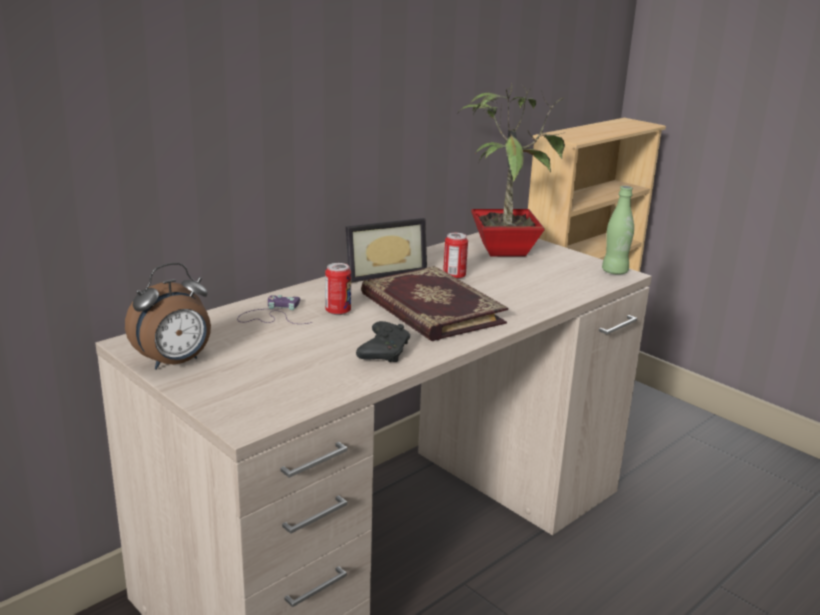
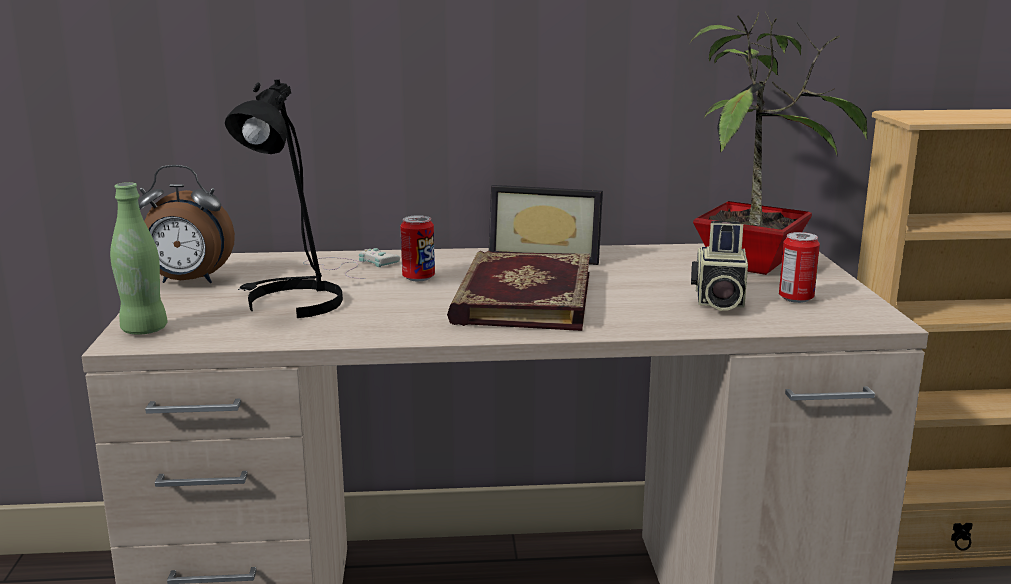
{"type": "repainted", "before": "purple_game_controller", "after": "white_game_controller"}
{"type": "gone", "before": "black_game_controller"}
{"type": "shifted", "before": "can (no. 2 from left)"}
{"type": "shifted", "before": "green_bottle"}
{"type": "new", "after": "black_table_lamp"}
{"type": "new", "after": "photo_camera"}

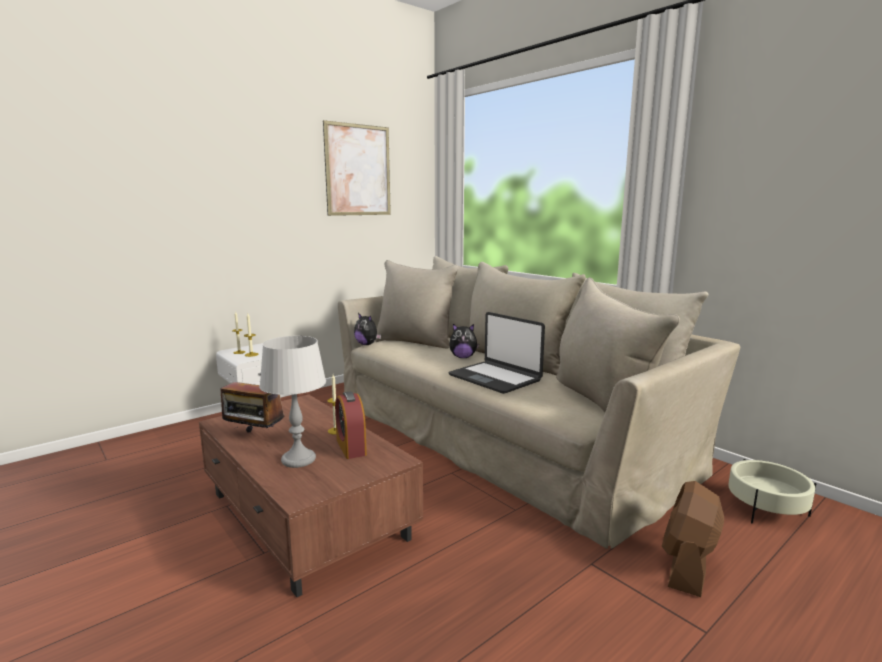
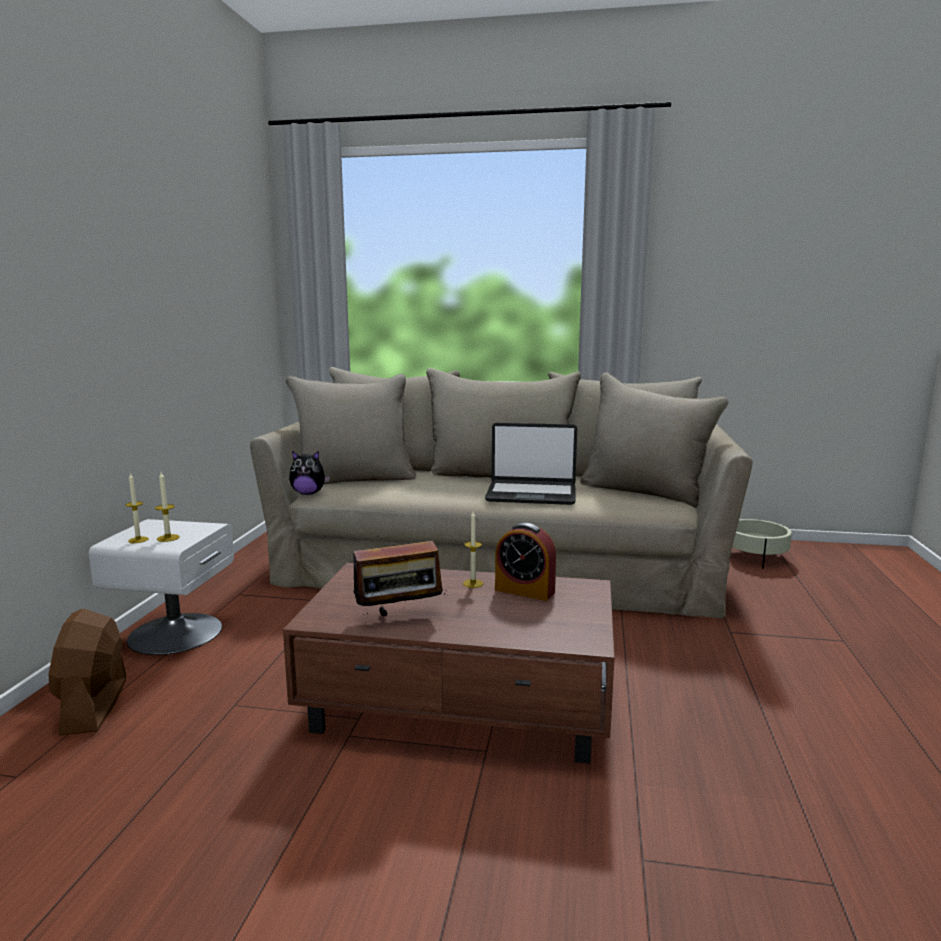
{"type": "gone", "before": "grey_table_lamp"}
{"type": "gone", "before": "picture"}
{"type": "gone", "before": "plush_toy (no. 2 from left)"}
{"type": "shifted", "before": "brown_fan"}

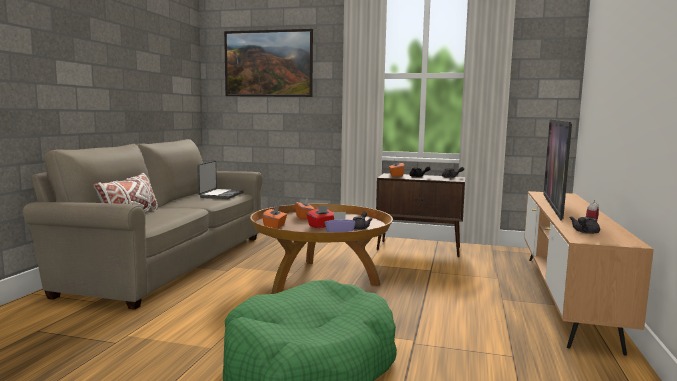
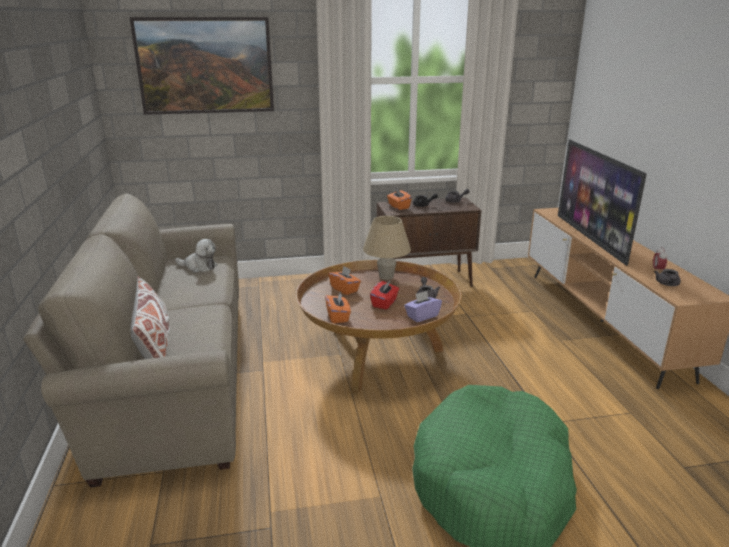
{"type": "swapped", "before": "laptop", "after": "plush_toy"}
{"type": "new", "after": "beige_table_lamp"}

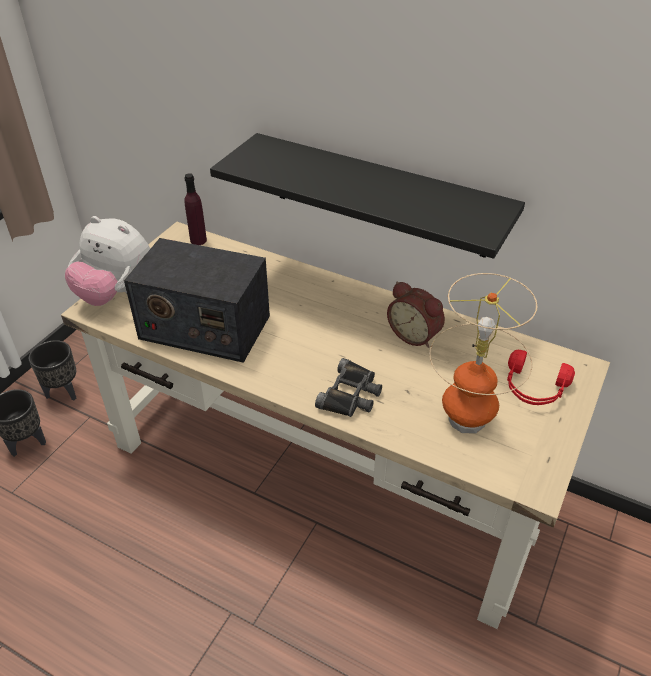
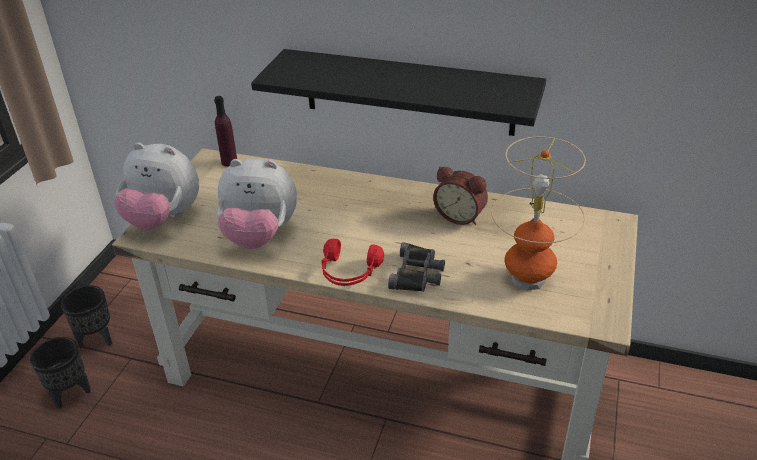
{"type": "swapped", "before": "radio", "after": "plush_toy (no. 2 from left)"}
{"type": "shifted", "before": "red_headphones"}

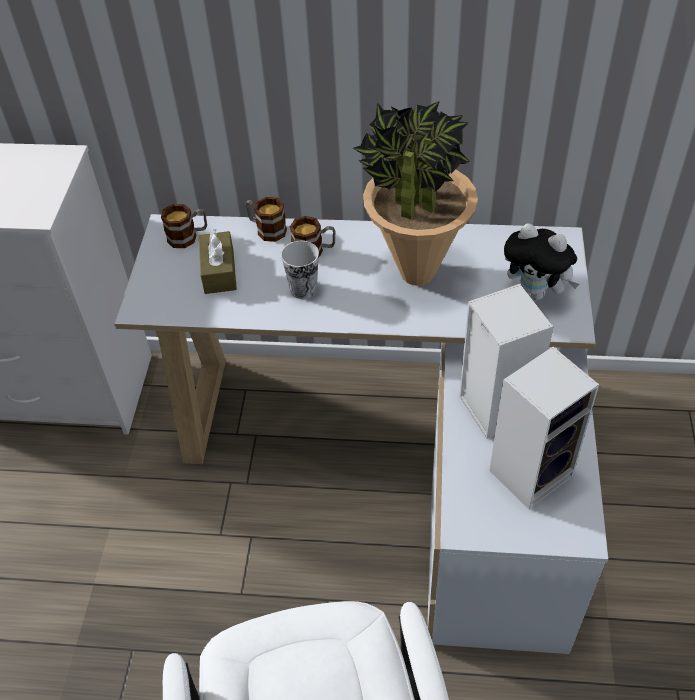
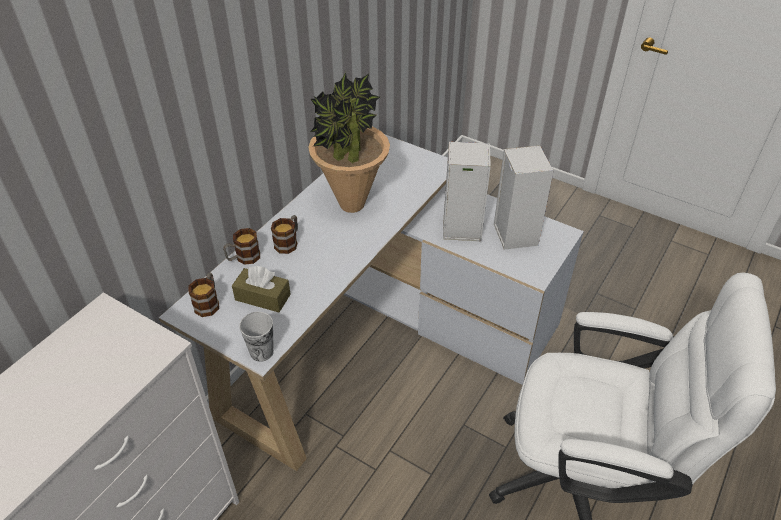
{"type": "shifted", "before": "cup"}
{"type": "gone", "before": "plush_toy"}

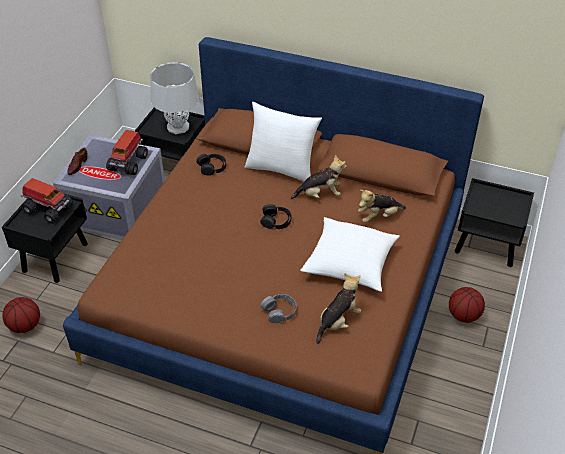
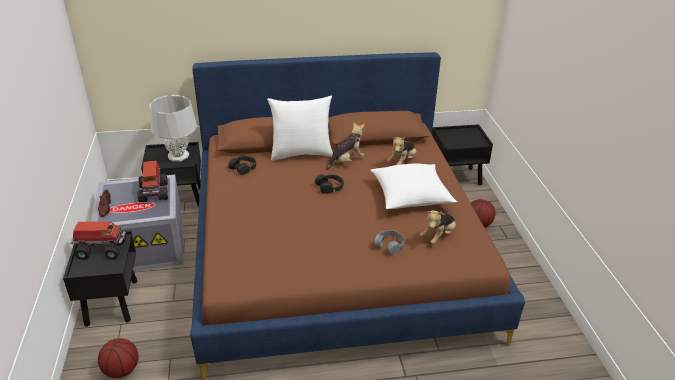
{"type": "rotated", "before": "plush_toy (no. 2 from left in the first image)", "turn": -150}

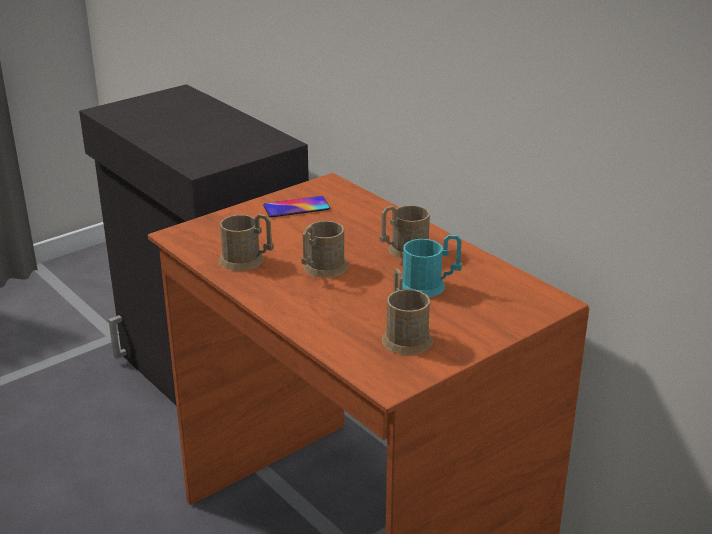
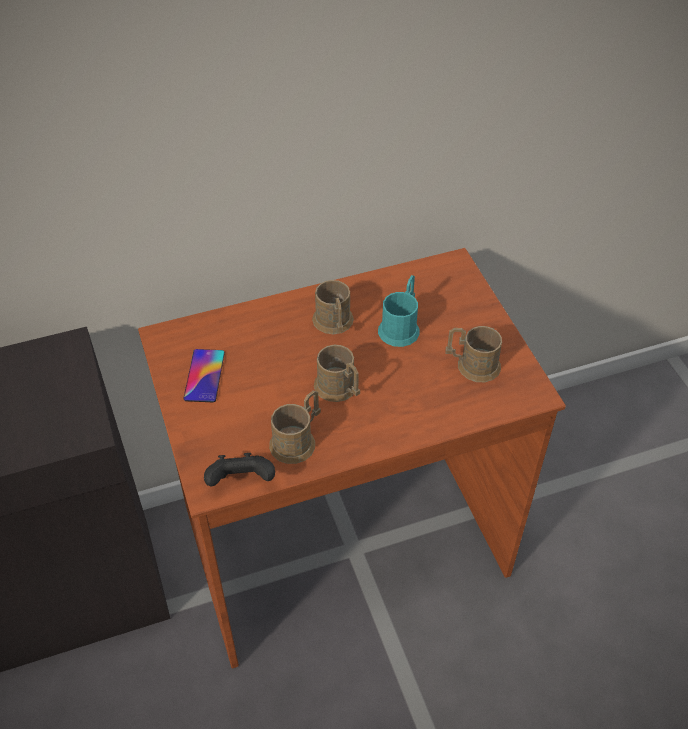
{"type": "new", "after": "black_game_controller"}

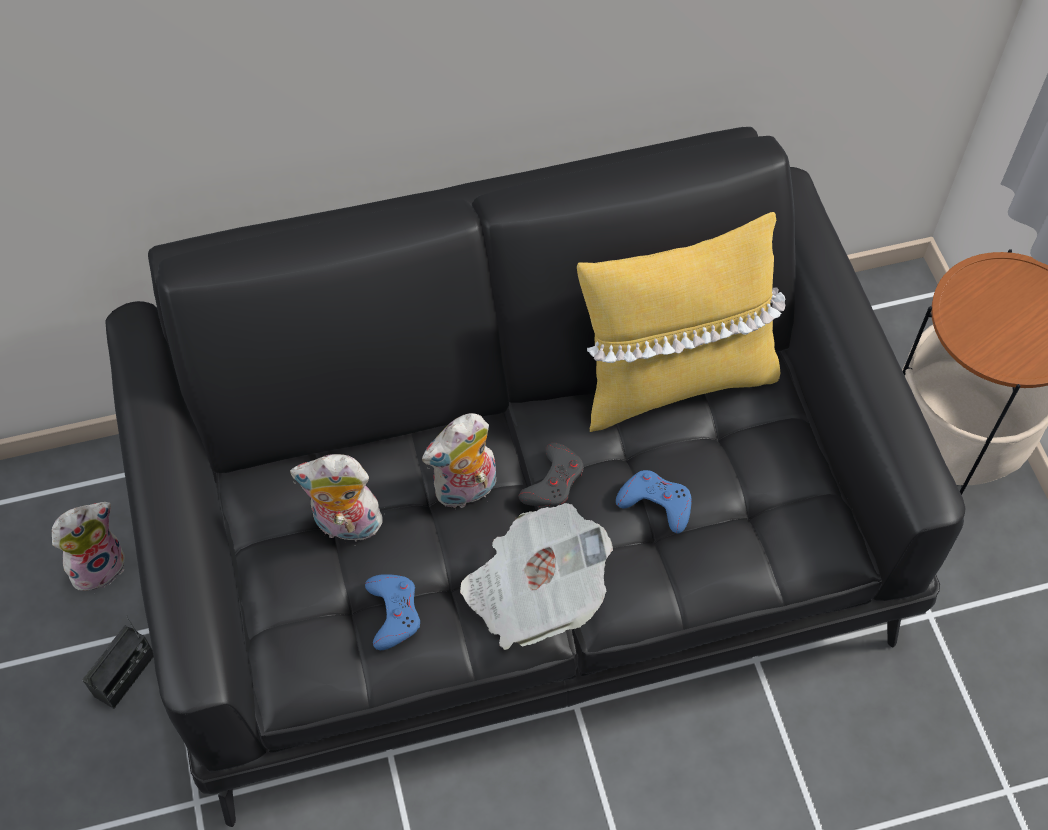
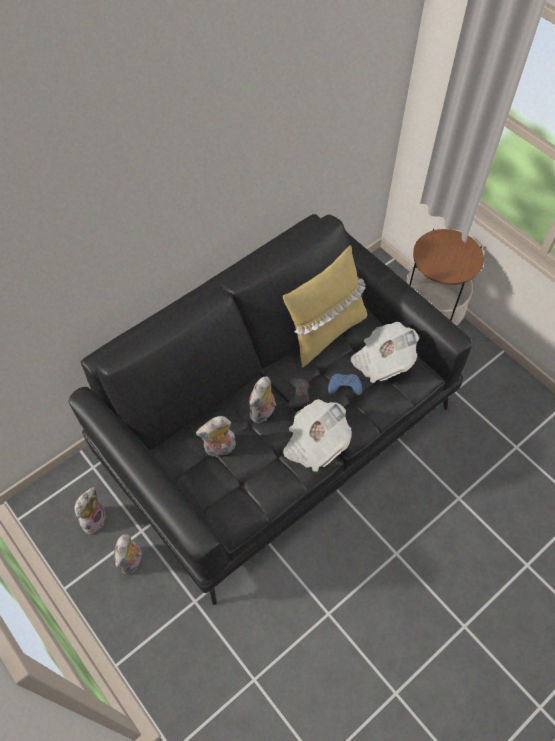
{"type": "swapped", "before": "radio", "after": "plush_toy (no. 2 from left)"}
{"type": "gone", "before": "blue_game_controller (no. 1 from left)"}
{"type": "new", "after": "newspaper (no. 2 from left)"}

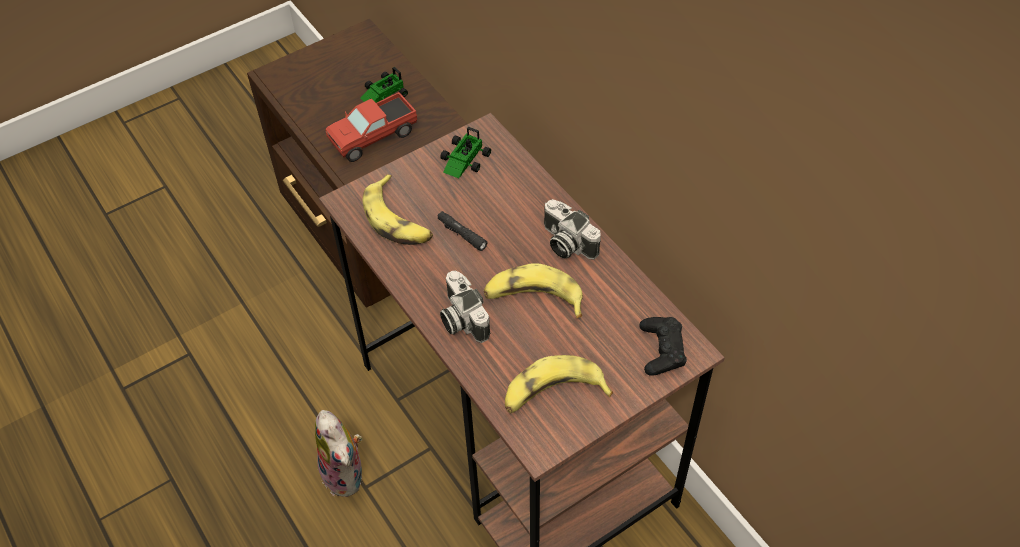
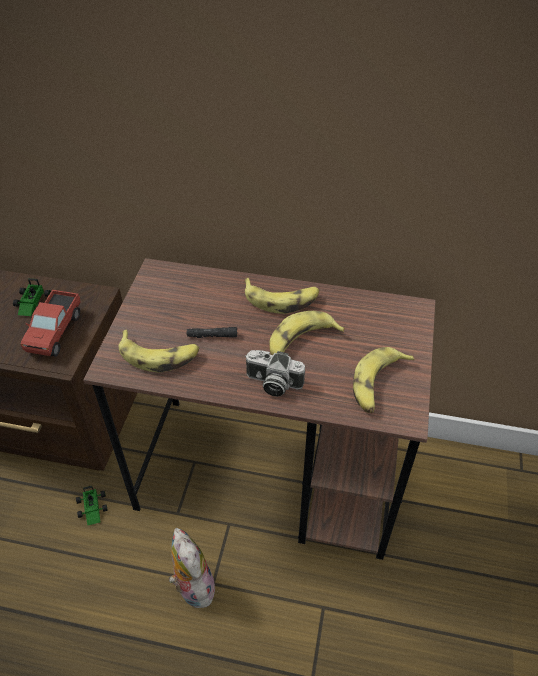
{"type": "rotated", "before": "plush_toy", "turn": -135}
{"type": "shifted", "before": "toy_car (no. 2 from left)"}
{"type": "swapped", "before": "photo_camera (no. 2 from left)", "after": "banana (no. 2 from left)"}
{"type": "gone", "before": "black_game_controller"}

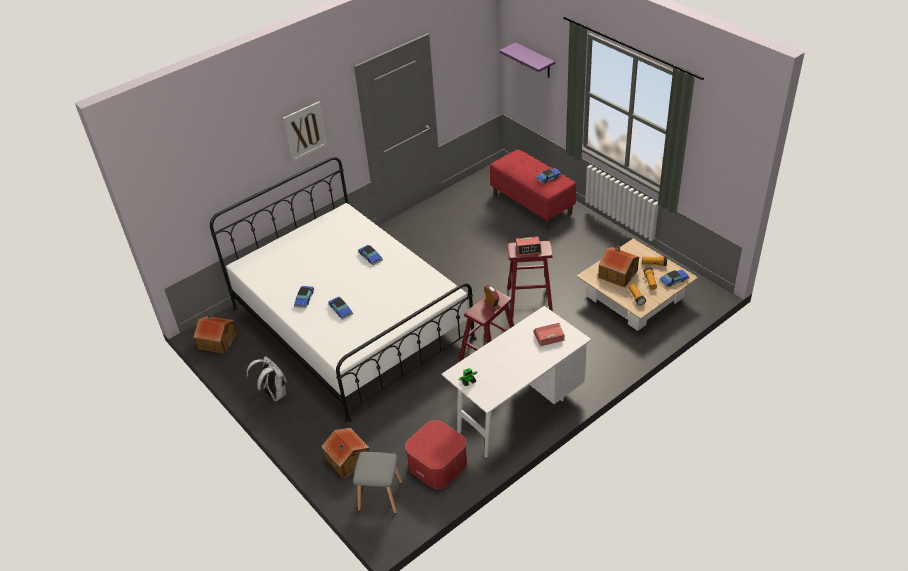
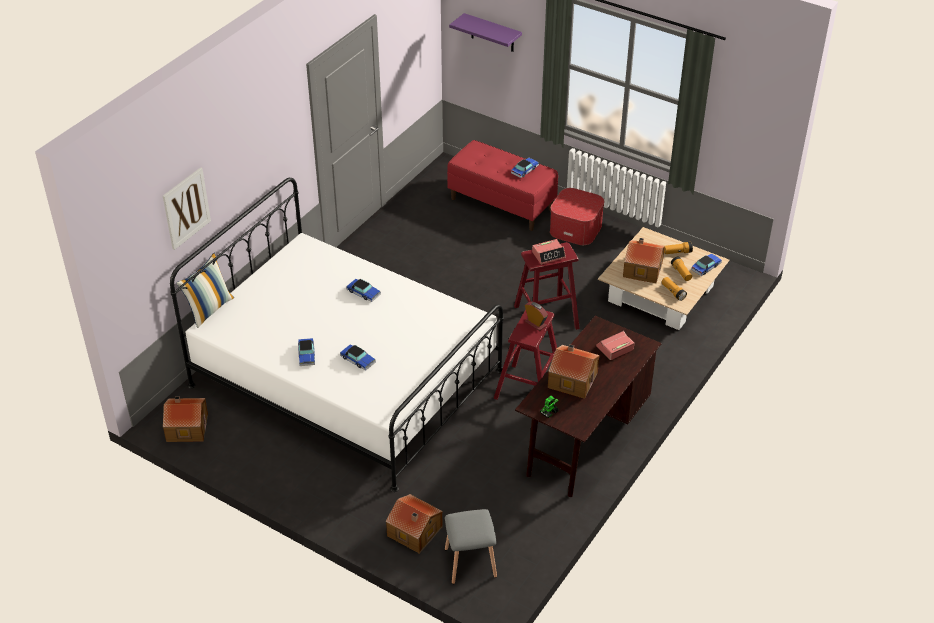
{"type": "gone", "before": "white_backpack"}
{"type": "shifted", "before": "picture"}
{"type": "shifted", "before": "ottoman"}
{"type": "repainted", "before": "white_desk", "after": "brown_desk"}
{"type": "new", "after": "pillow"}
{"type": "new", "after": "toy_house (no. 3 from left)"}

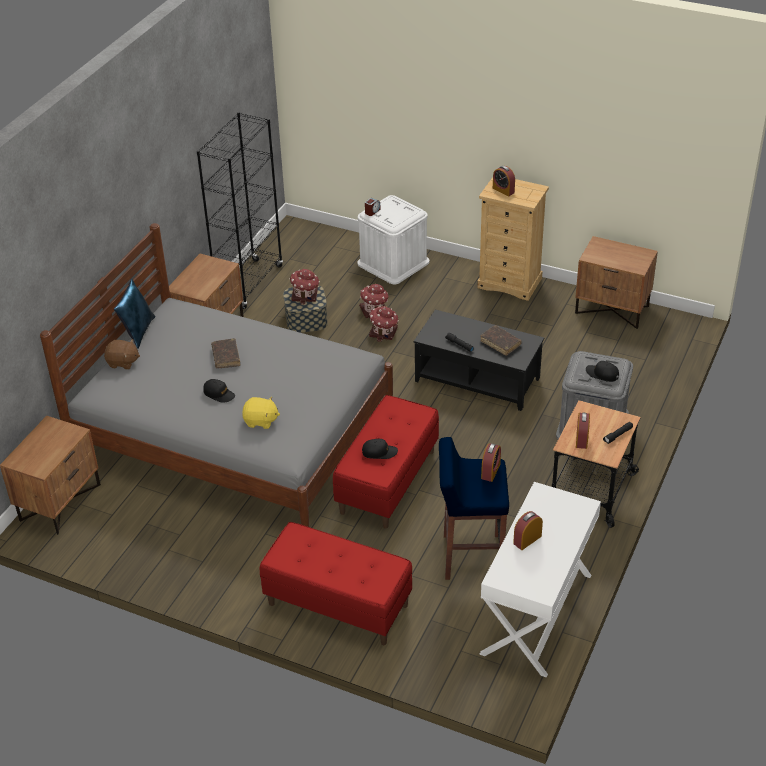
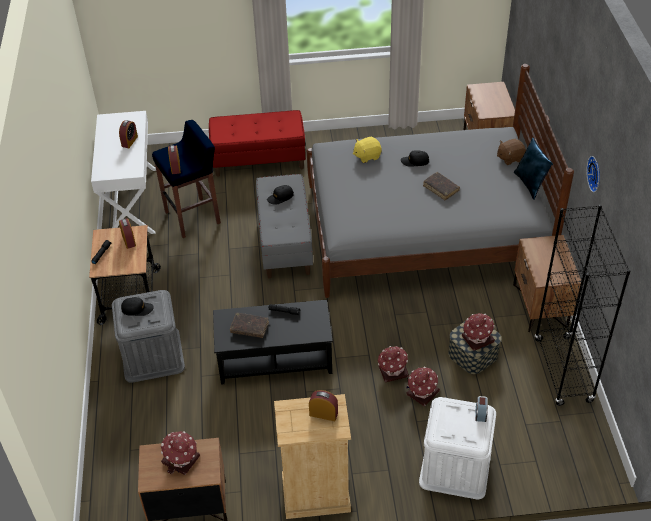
{"type": "repainted", "before": "red_bench (no. 2 from left)", "after": "grey_bench"}
{"type": "new", "after": "toy_house (no. 1 from left)"}
{"type": "new", "after": "wall_clock"}

